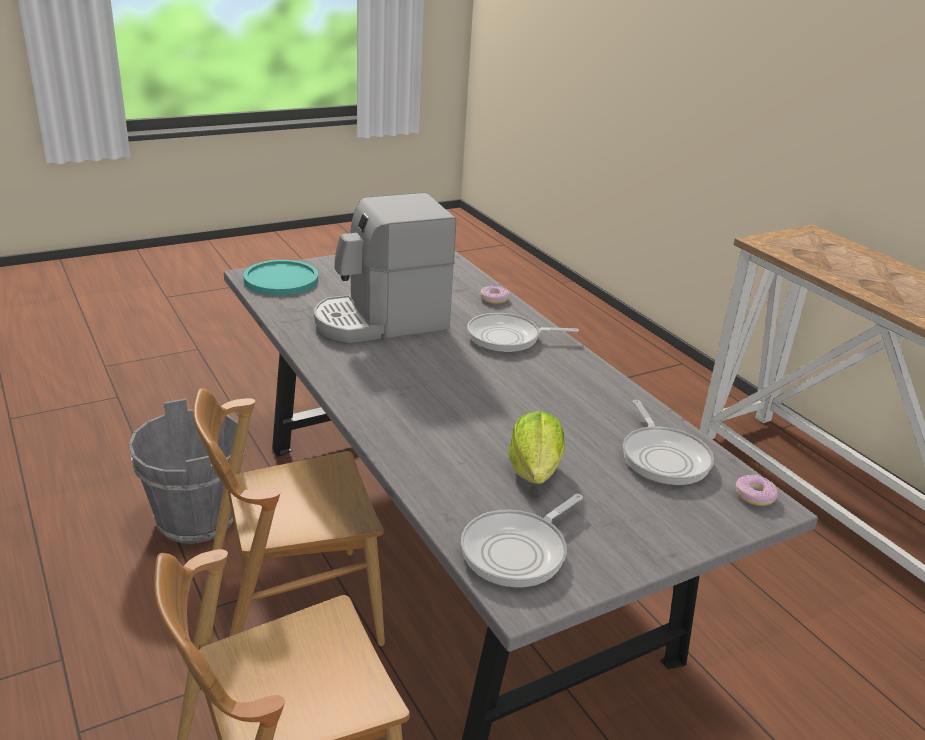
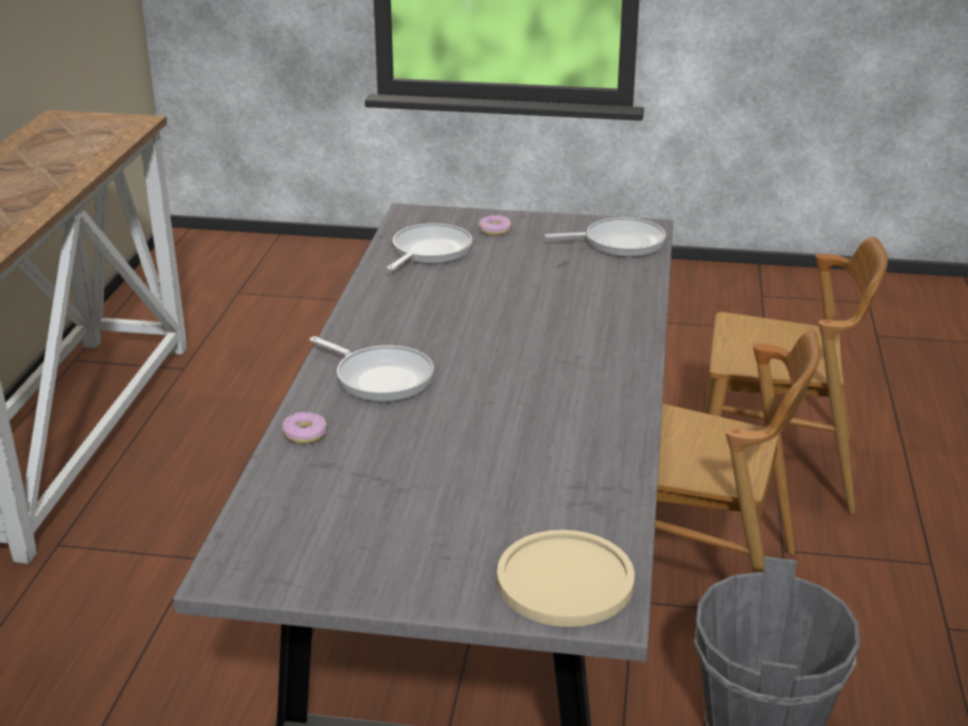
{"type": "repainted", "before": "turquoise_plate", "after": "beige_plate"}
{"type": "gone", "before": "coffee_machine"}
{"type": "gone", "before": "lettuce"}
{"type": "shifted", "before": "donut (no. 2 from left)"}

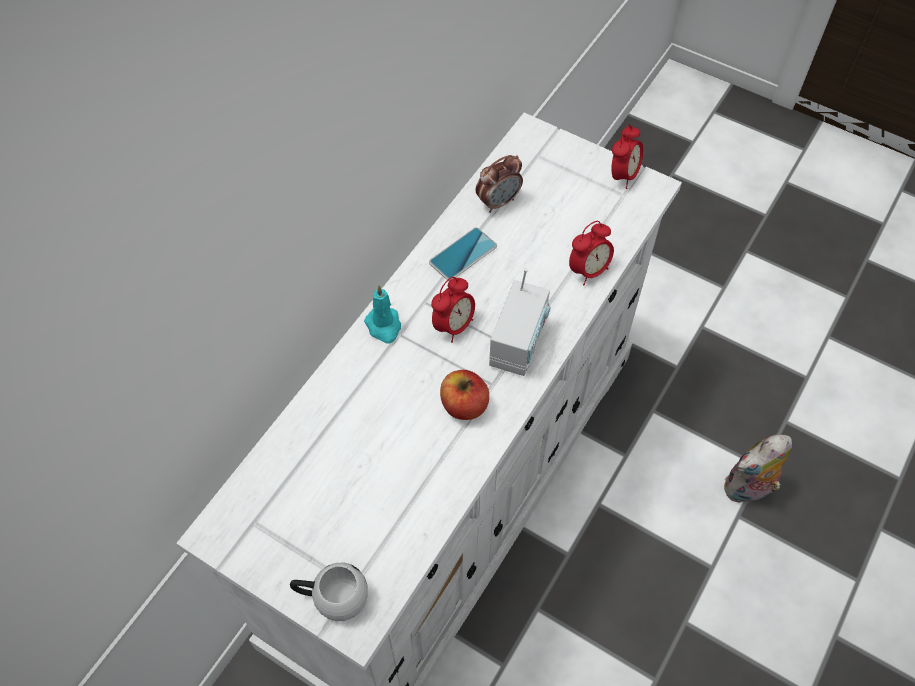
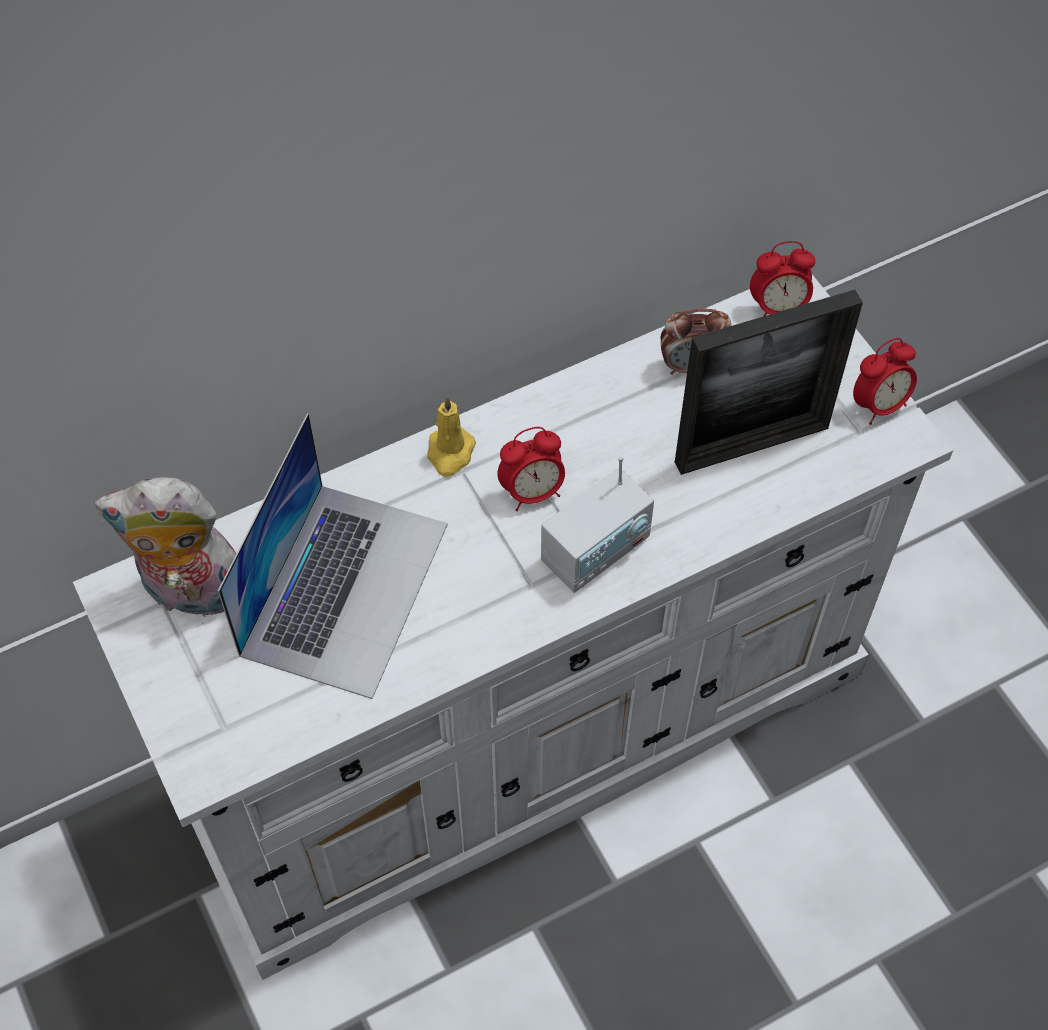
{"type": "gone", "before": "white_mug"}
{"type": "repainted", "before": "turquoise_candle", "after": "yellow_candle"}
{"type": "gone", "before": "phone"}
{"type": "gone", "before": "apple"}
{"type": "shifted", "before": "alarm_clock (no. 3 from left)"}
{"type": "shifted", "before": "plush_toy"}
{"type": "new", "after": "laptop"}
{"type": "new", "after": "picture_frame"}

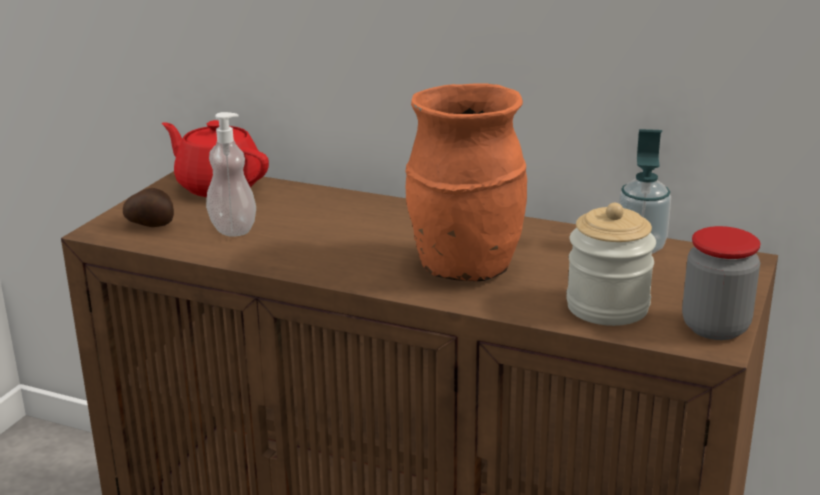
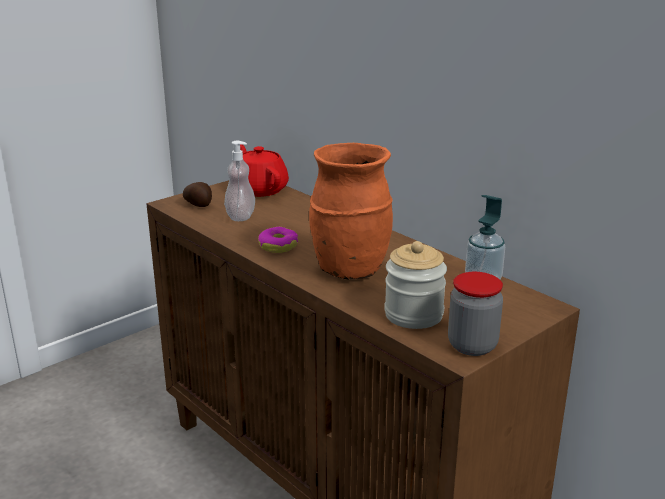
{"type": "new", "after": "donut"}

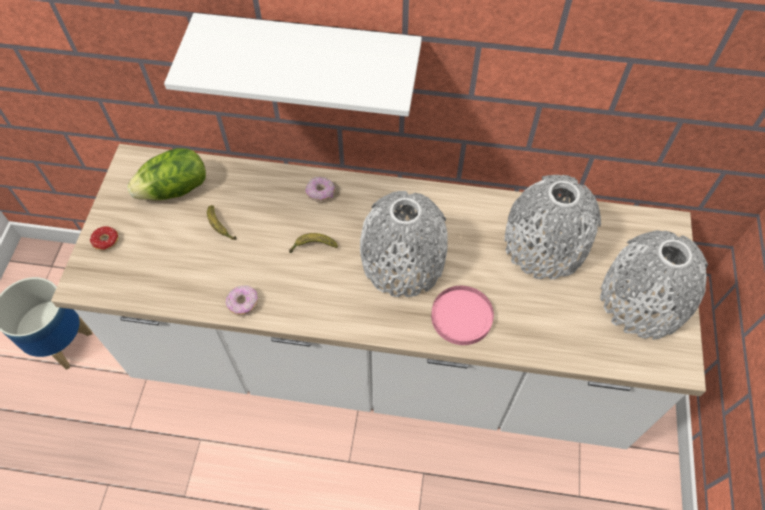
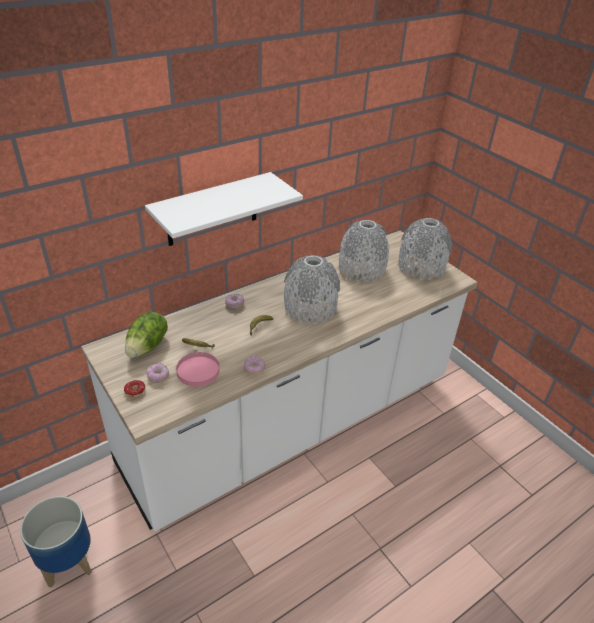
{"type": "shifted", "before": "pink_plate"}
{"type": "new", "after": "donut (no. 2 from left)"}

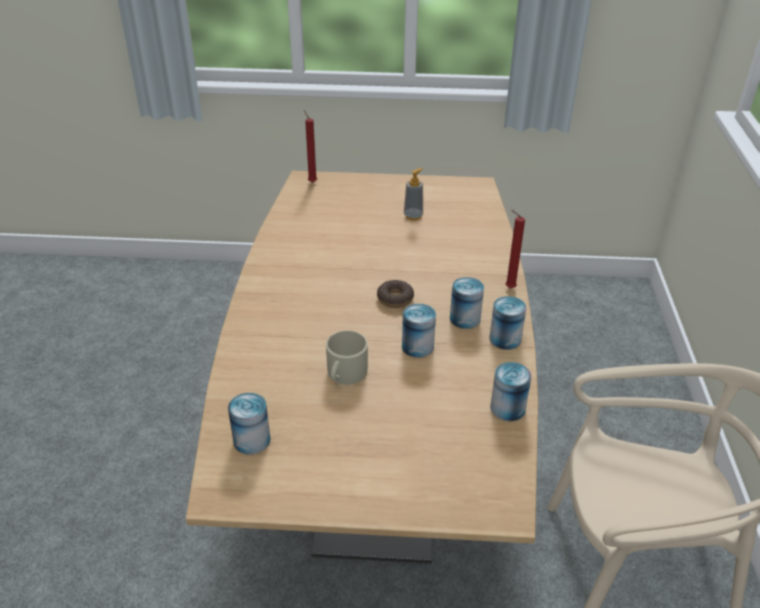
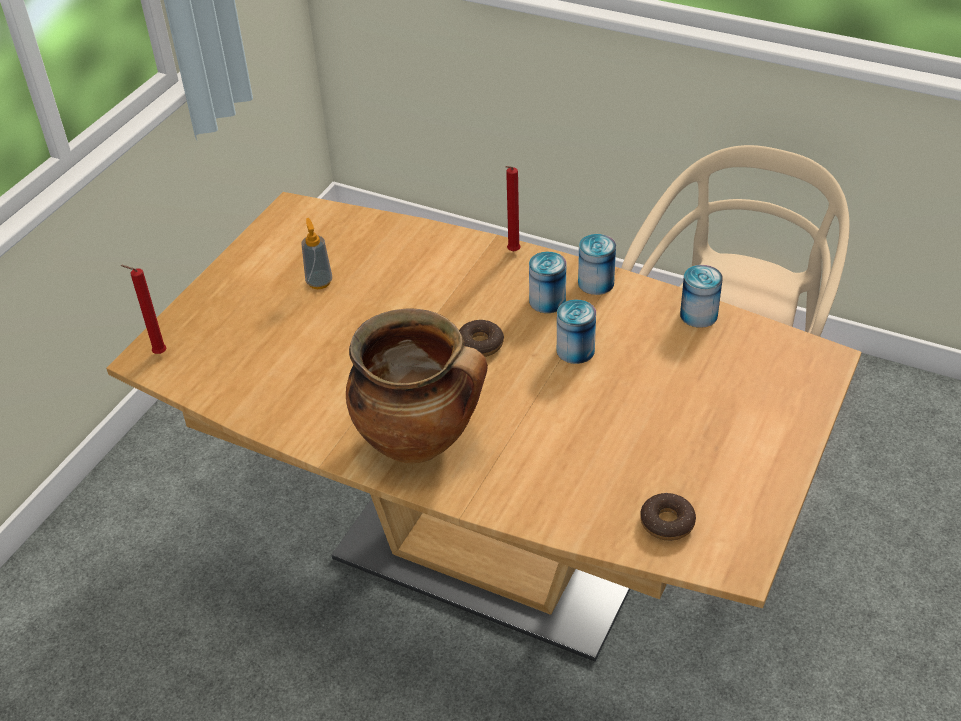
{"type": "swapped", "before": "can (no. 1 from left)", "after": "donut (no. 2 from left)"}
{"type": "gone", "before": "beige_mug"}
{"type": "new", "after": "cooking_pot"}

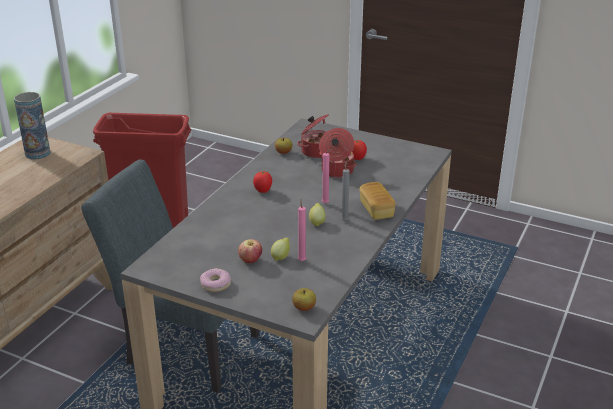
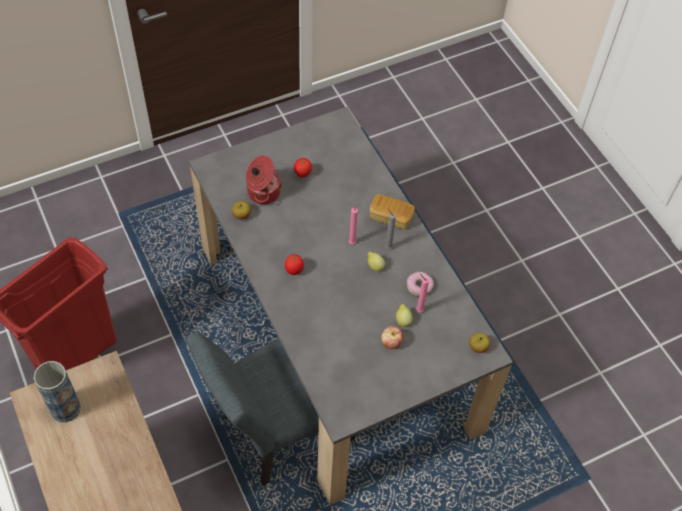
{"type": "shifted", "before": "donut"}
{"type": "gone", "before": "cooking_pot (no. 2 from left)"}

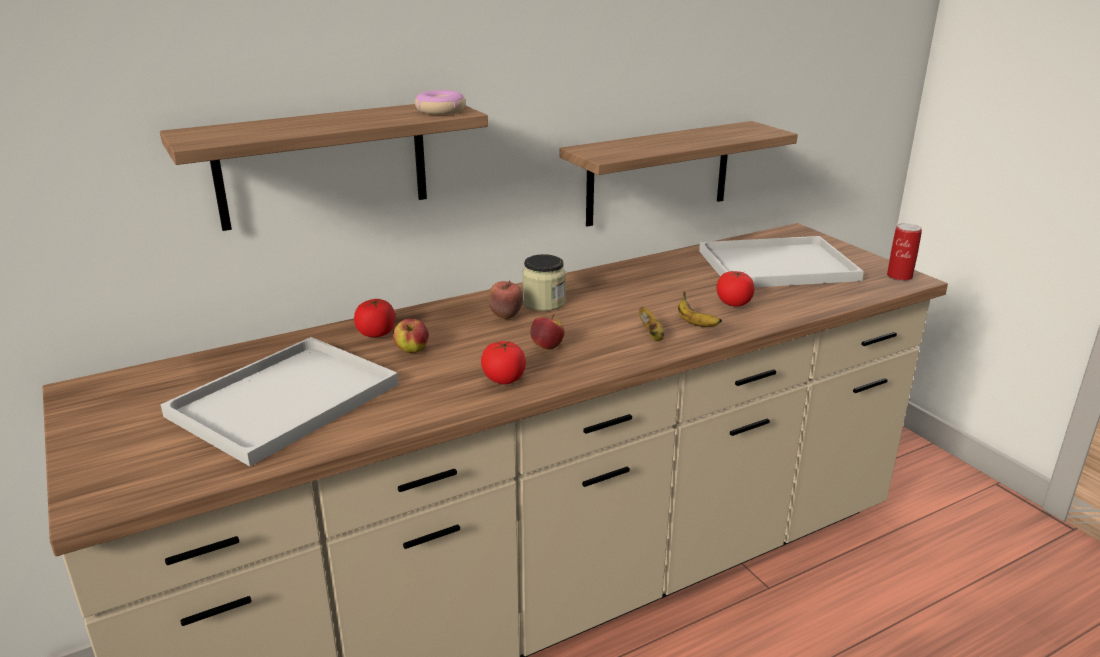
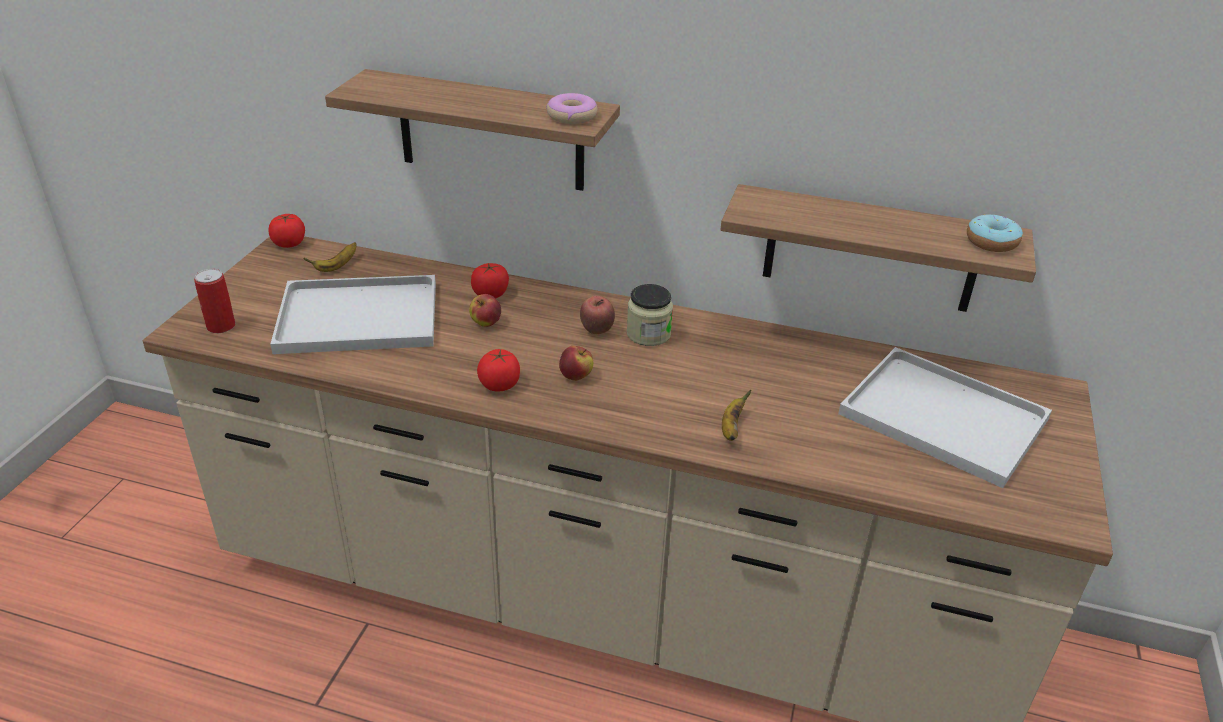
{"type": "shifted", "before": "banana (no. 1 from left)"}
{"type": "shifted", "before": "tomato (no. 3 from left in the first image)", "after": "tomato (no. 1 from left)"}
{"type": "shifted", "before": "can"}
{"type": "new", "after": "donut (no. 2 from left)"}

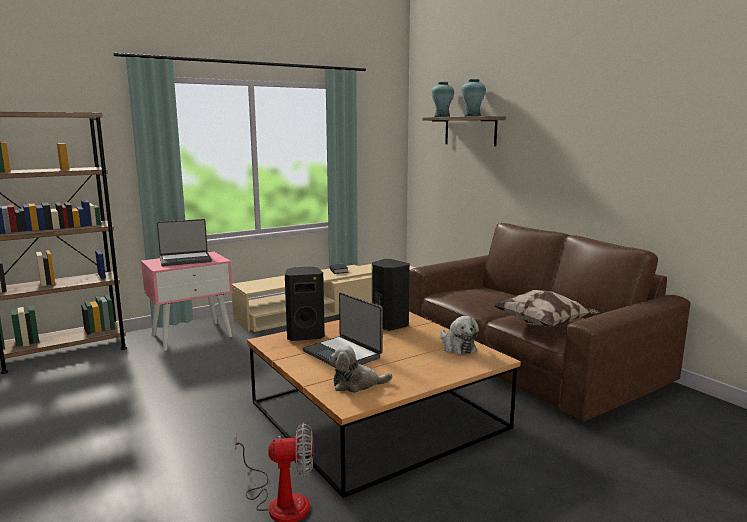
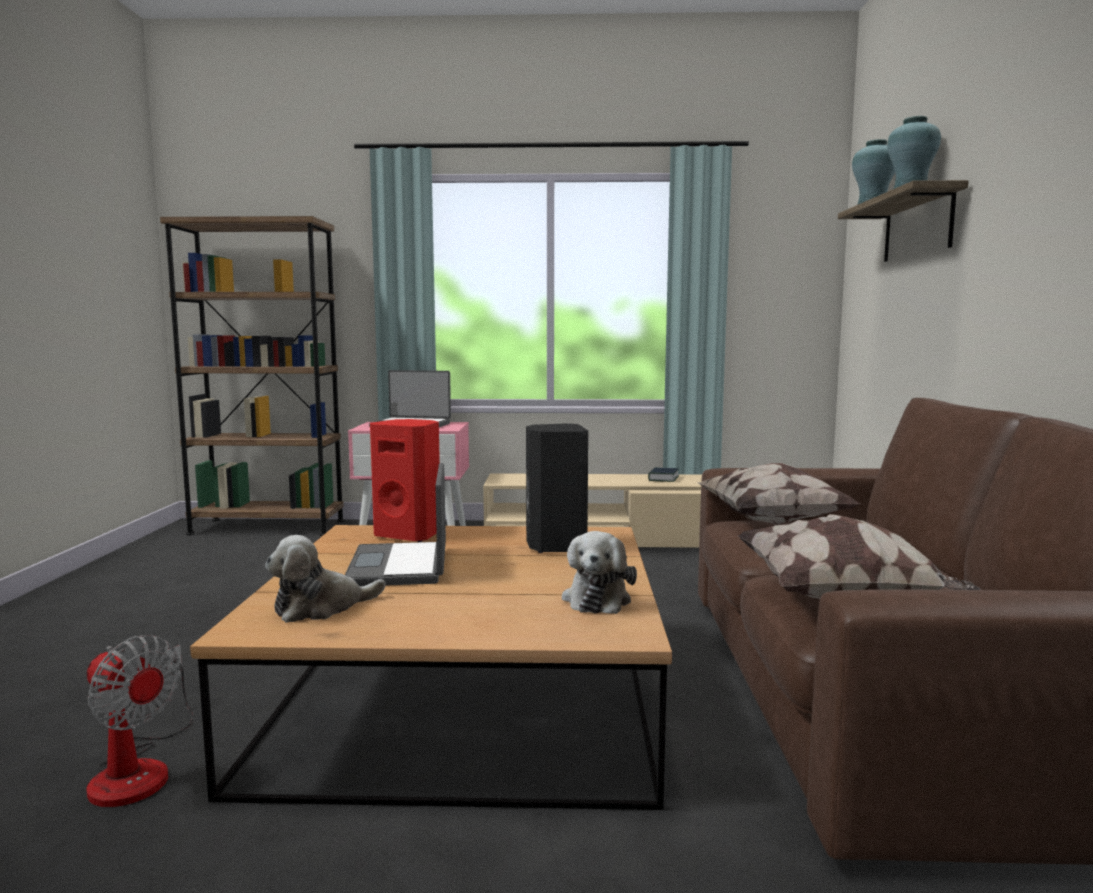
{"type": "repainted", "before": "black_speaker (no. 1 from left)", "after": "red_speaker"}
{"type": "rotated", "before": "plush_toy (no. 1 from left)", "turn": -60}
{"type": "new", "after": "pillow (no. 1 from left)"}

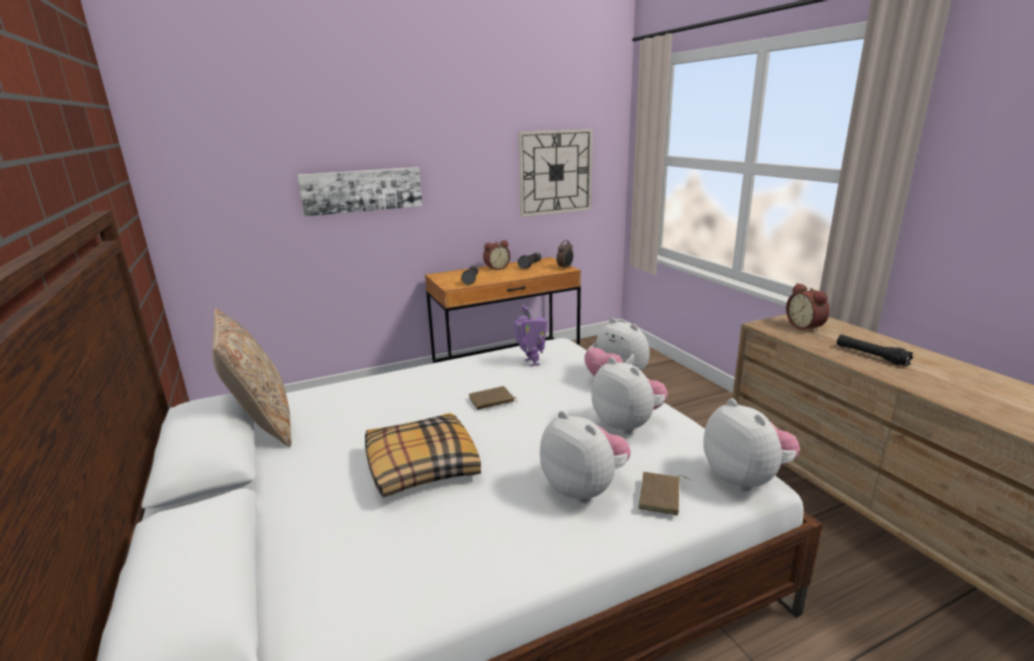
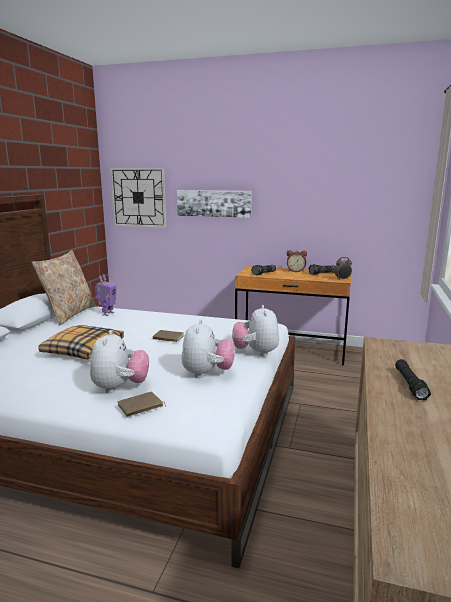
{"type": "shifted", "before": "toy_robot"}
{"type": "shifted", "before": "wall_clock"}
{"type": "gone", "before": "plush_toy (no. 4 from left)"}
{"type": "gone", "before": "alarm_clock (no. 3 from left)"}

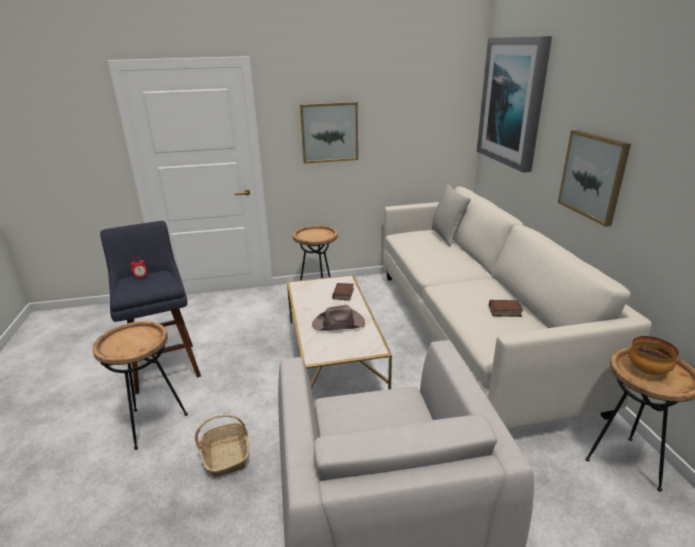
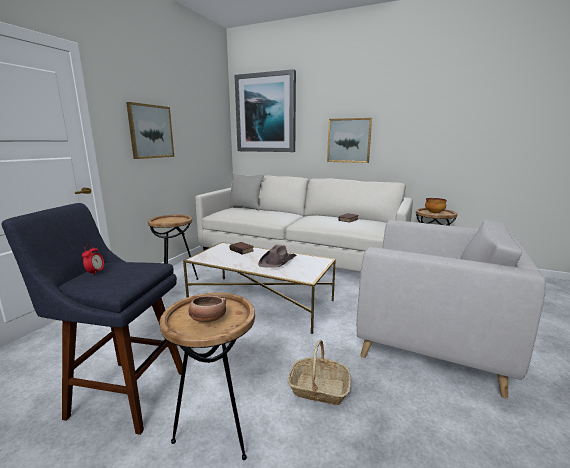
{"type": "new", "after": "bowl (no. 1 from left)"}

